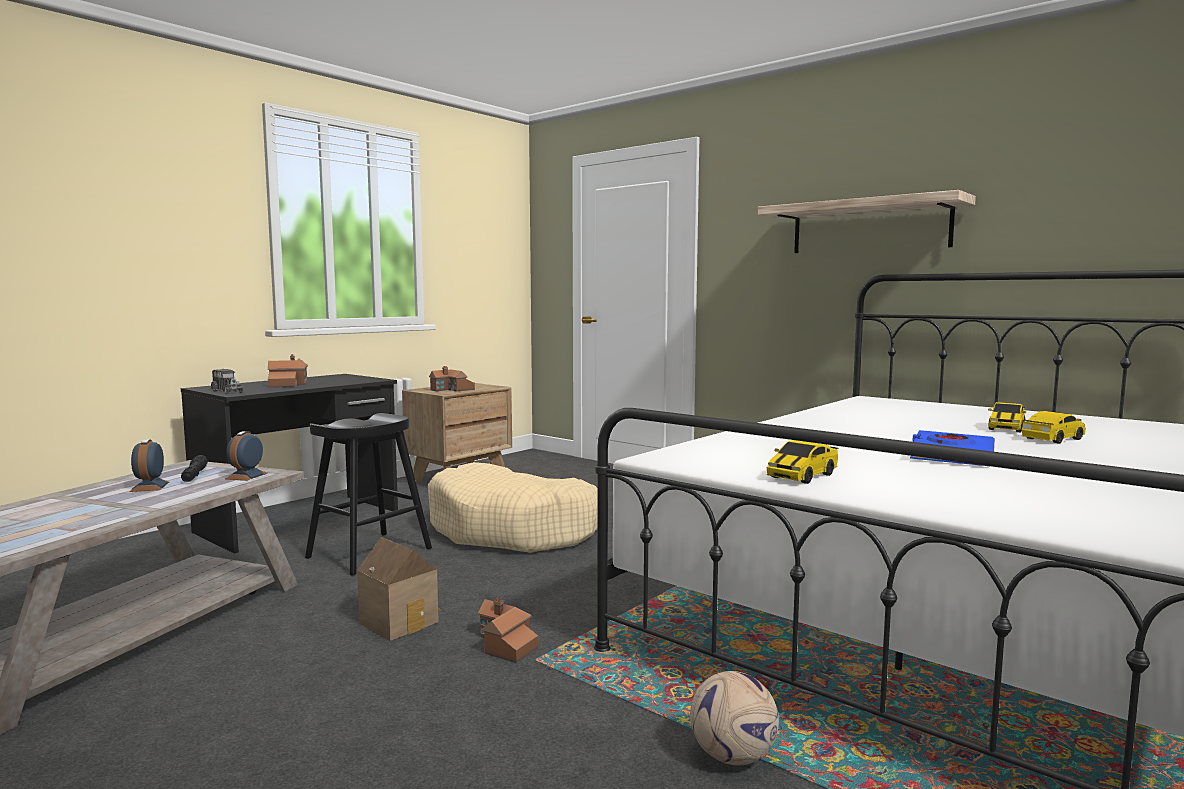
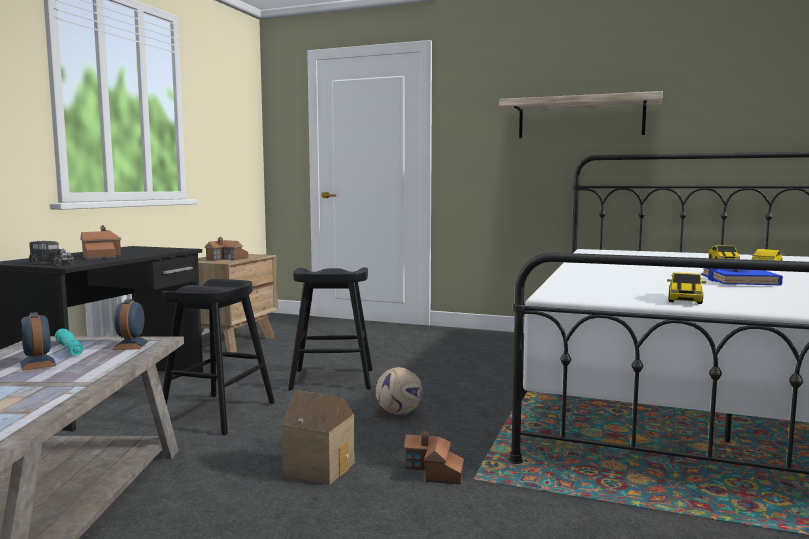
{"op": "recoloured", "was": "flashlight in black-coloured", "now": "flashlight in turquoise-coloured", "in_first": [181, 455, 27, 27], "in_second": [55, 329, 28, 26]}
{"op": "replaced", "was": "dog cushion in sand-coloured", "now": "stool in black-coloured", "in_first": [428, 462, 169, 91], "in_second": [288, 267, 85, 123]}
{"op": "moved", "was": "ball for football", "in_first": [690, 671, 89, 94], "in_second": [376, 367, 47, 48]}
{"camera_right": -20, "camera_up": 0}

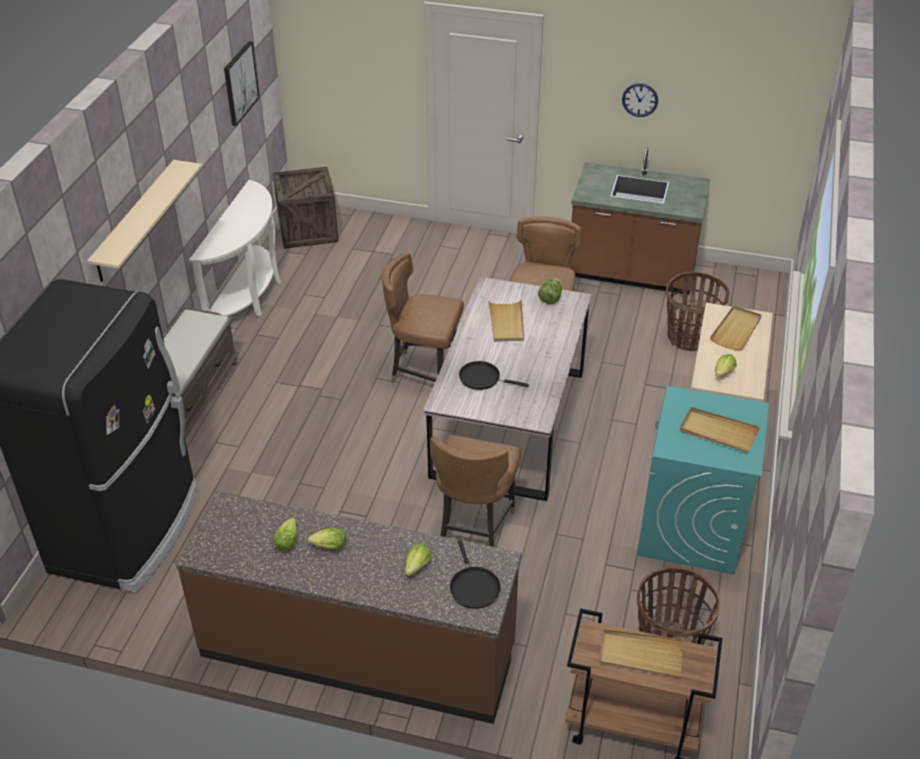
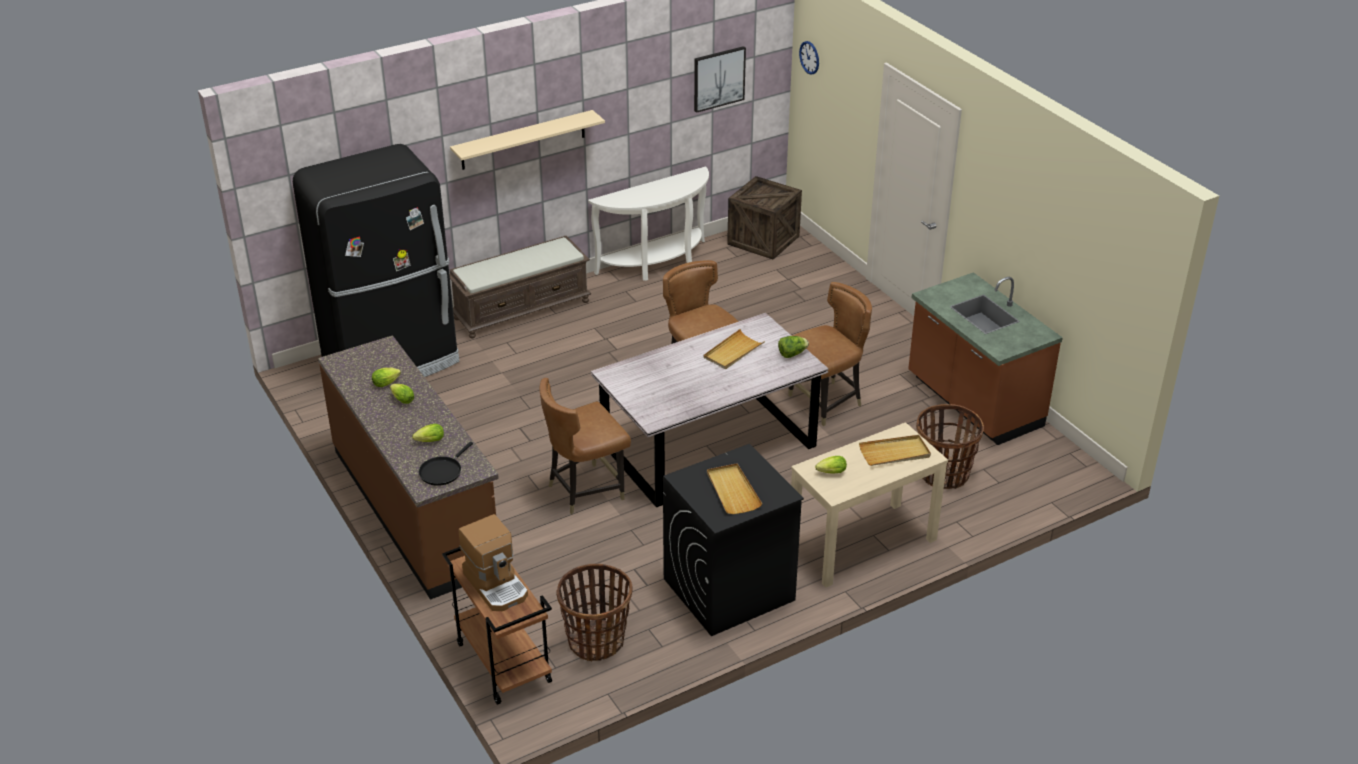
{"op": "removed", "was": "pan in black-coloured", "in_first": [459, 361, 70, 29]}
{"op": "replaced", "was": "serving tray in sand-coloured", "now": "coffee brewer", "in_first": [599, 629, 85, 48], "in_second": [459, 514, 69, 97]}
{"op": "moved", "was": "clock on the wall", "in_first": [622, 83, 36, 34], "in_second": [799, 41, 20, 34]}
{"op": "recoloured", "was": "washing machine in turquoise-coloured", "now": "washing machine in black-coloured", "in_first": [637, 386, 132, 189], "in_second": [663, 444, 141, 192]}
{"camera_right": 45, "camera_up": -5}

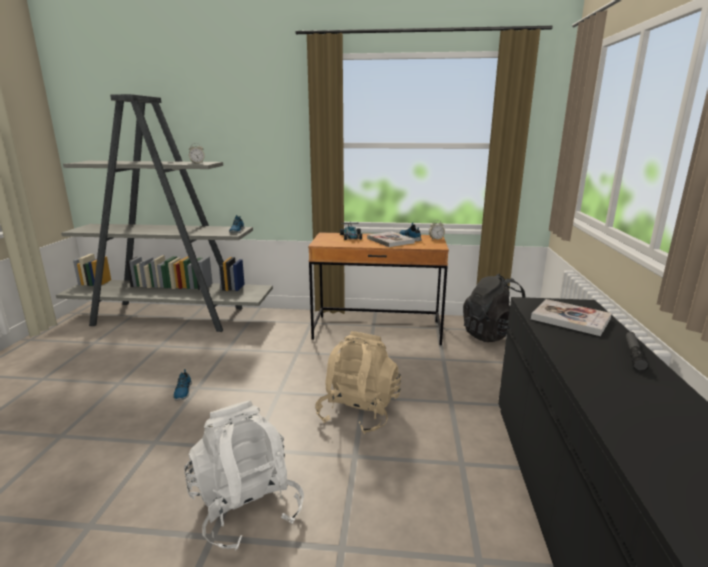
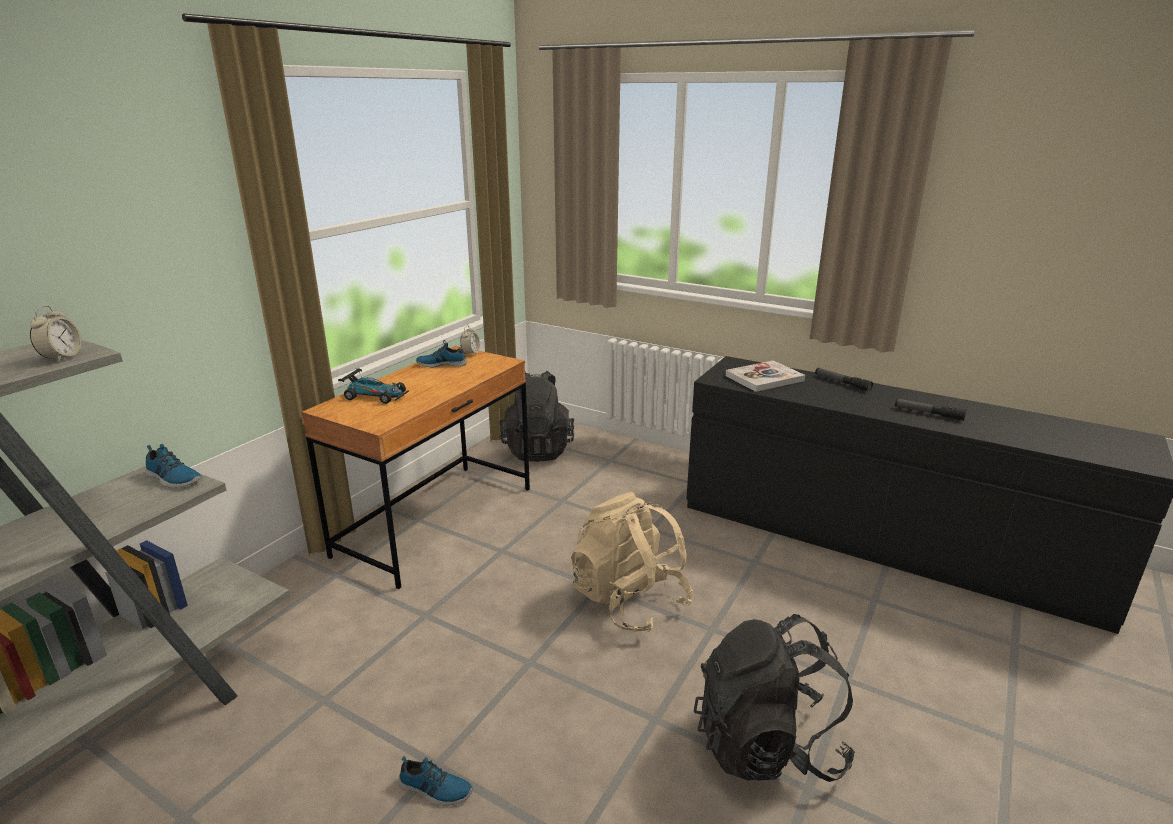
{"op": "recoloured", "was": "backpack in white-coloured", "now": "backpack in black-coloured", "in_first": [184, 400, 120, 151], "in_second": [694, 614, 161, 168]}
{"op": "removed", "was": "volume", "in_first": [367, 232, 48, 15]}
{"op": "added", "now": "flashlight", "in_second": [895, 399, 71, 22]}
{"camera_right": -65, "camera_up": 5}

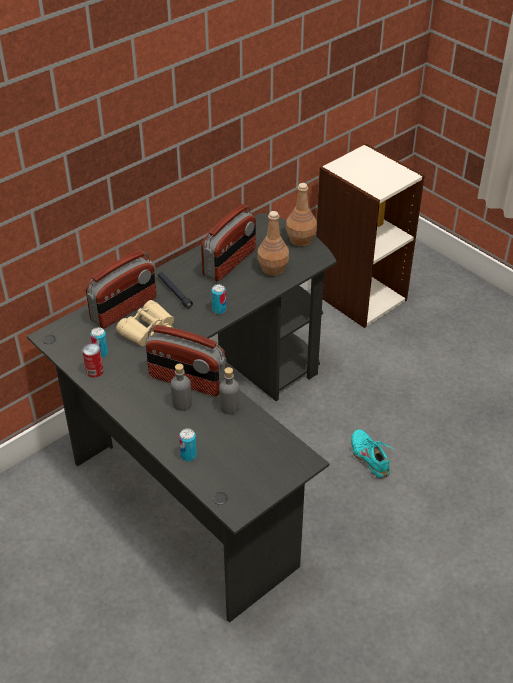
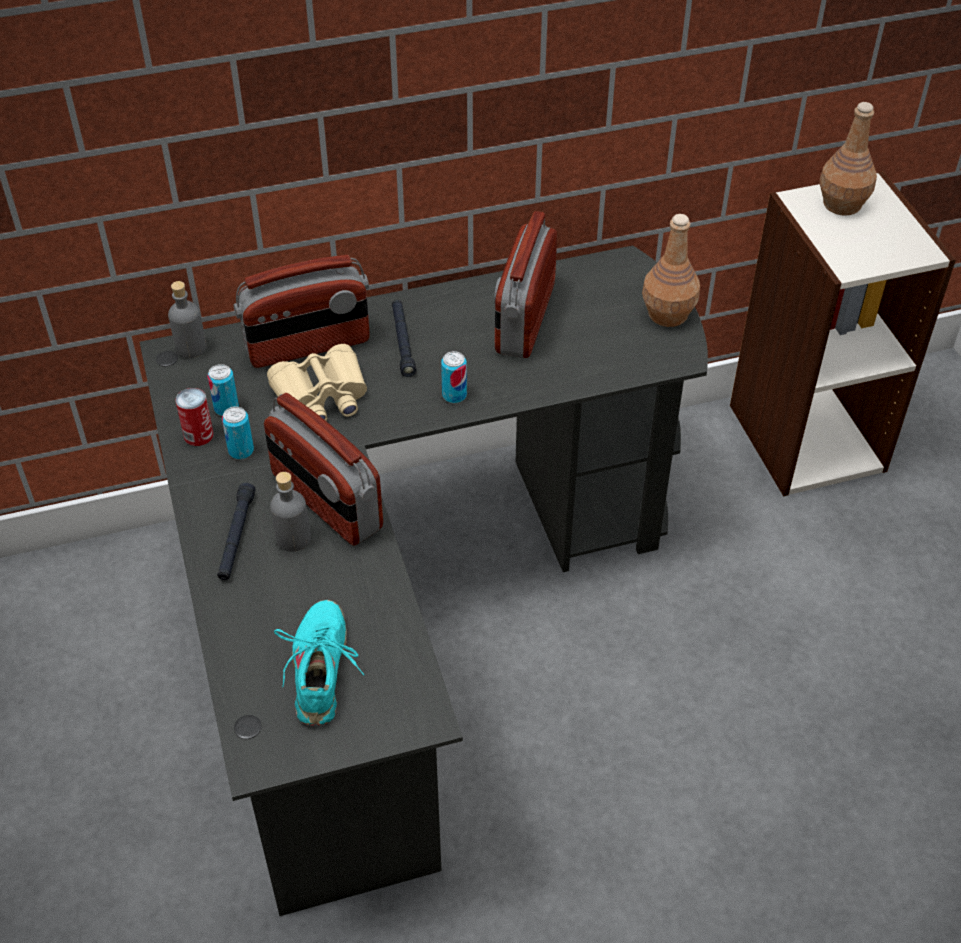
{"op": "moved", "was": "metal can", "in_first": [179, 428, 18, 33], "in_second": [222, 406, 32, 53]}
{"op": "turned", "was": "radio receiver", "in_first": [201, 204, 55, 78], "in_second": [494, 211, 63, 147], "clockwise": 135}
{"op": "moved", "was": "beverage bottle in gray", "in_first": [219, 367, 21, 48], "in_second": [168, 281, 39, 77]}
{"op": "moved", "was": "beverage bottle in brownish", "in_first": [257, 211, 32, 65], "in_second": [820, 102, 57, 114]}
{"op": "moved", "was": "item of footwear in turquoise-coloured", "in_first": [351, 429, 44, 49], "in_second": [274, 600, 90, 126]}
{"op": "added", "now": "flashlight in black-coloured", "in_second": [217, 483, 39, 97]}
{"camera_right": 25, "camera_up": 5}

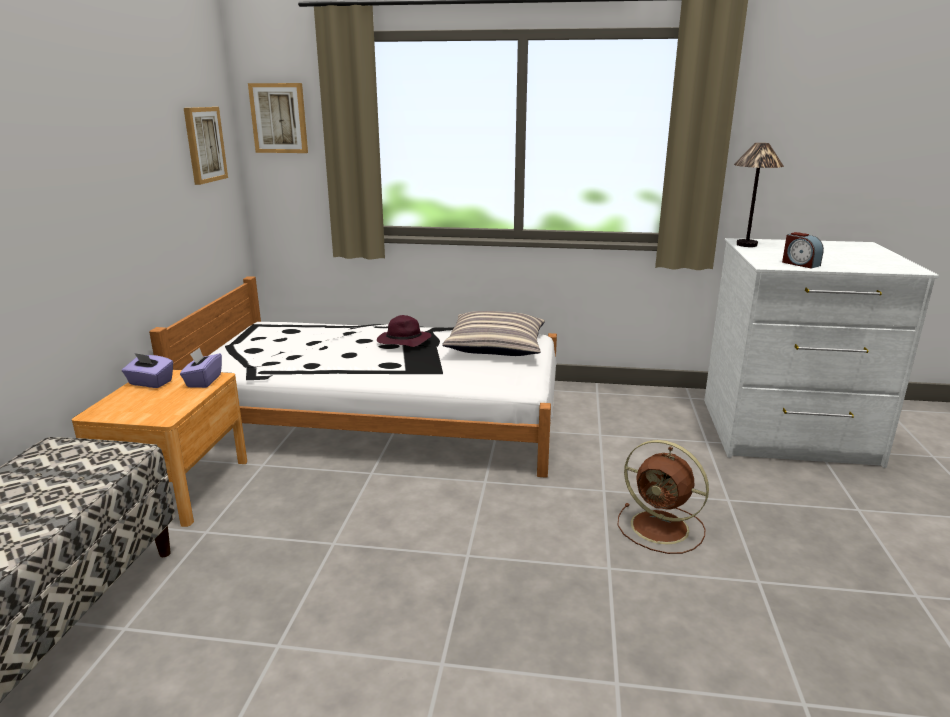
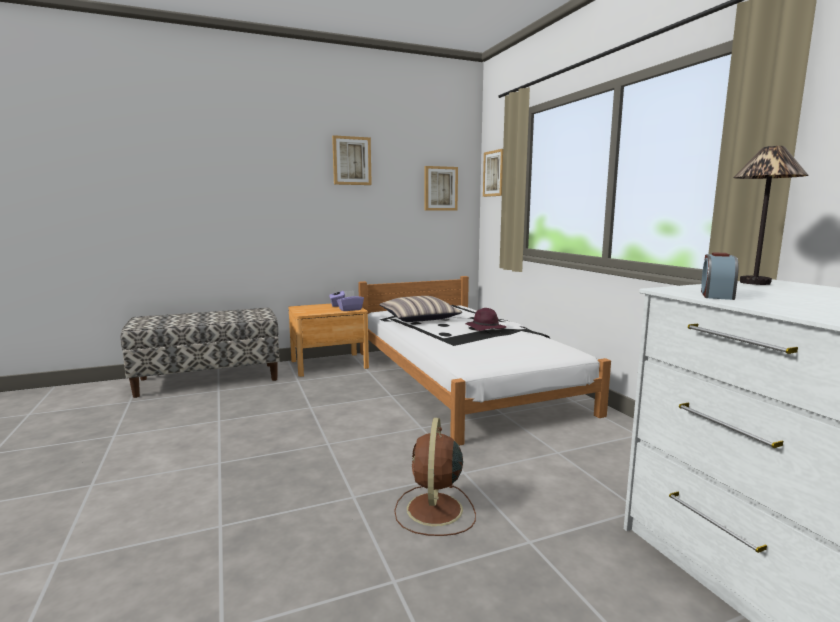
{"op": "moved", "was": "pillow", "in_first": [442, 311, 103, 45], "in_second": [379, 296, 83, 26]}
{"op": "added", "now": "picture", "in_second": [332, 135, 40, 50]}
{"camera_right": 60, "camera_up": -10}

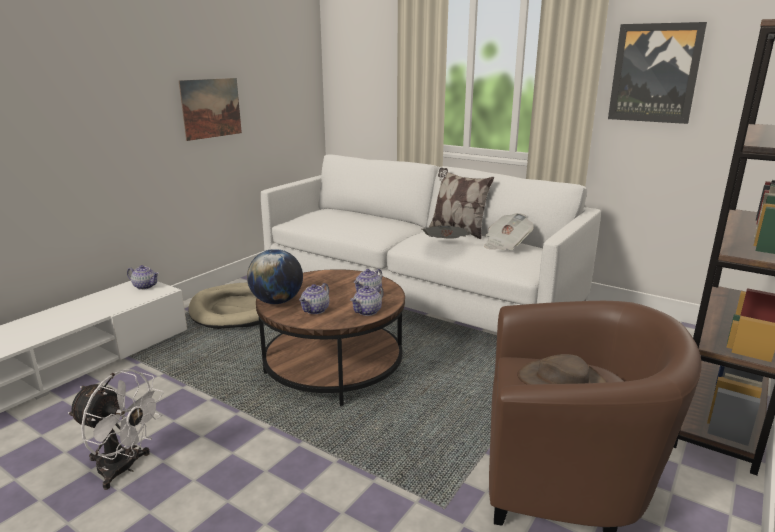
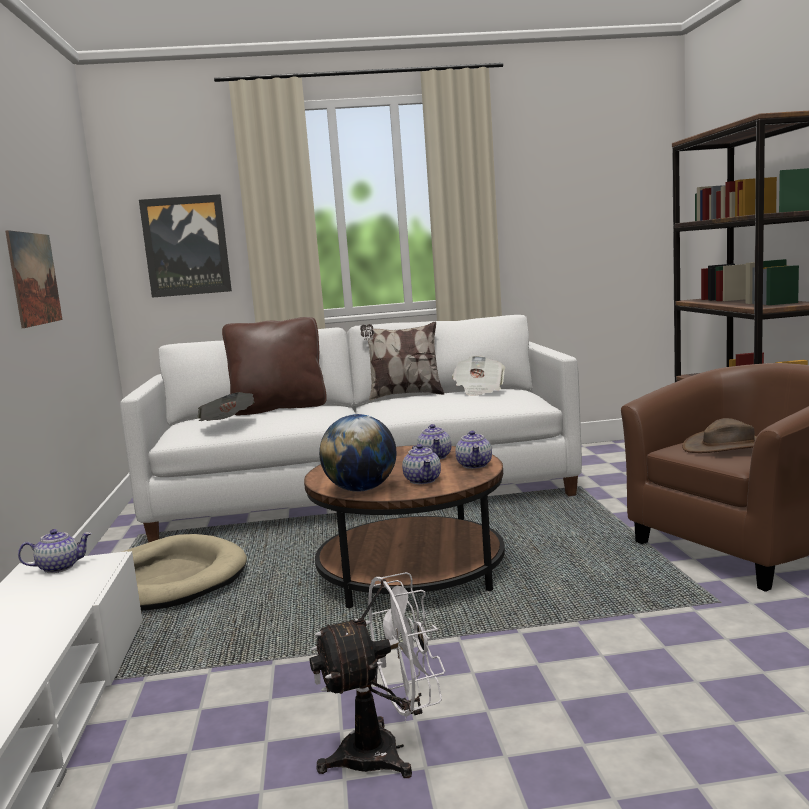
{"op": "moved", "was": "newspaper", "in_first": [422, 226, 47, 12], "in_second": [198, 392, 57, 29]}
{"op": "moved", "was": "picture", "in_first": [608, 22, 99, 102], "in_second": [139, 194, 93, 104]}
{"op": "added", "now": "pillow in brownish", "in_second": [222, 317, 105, 99]}
{"camera_right": -40, "camera_up": -10}

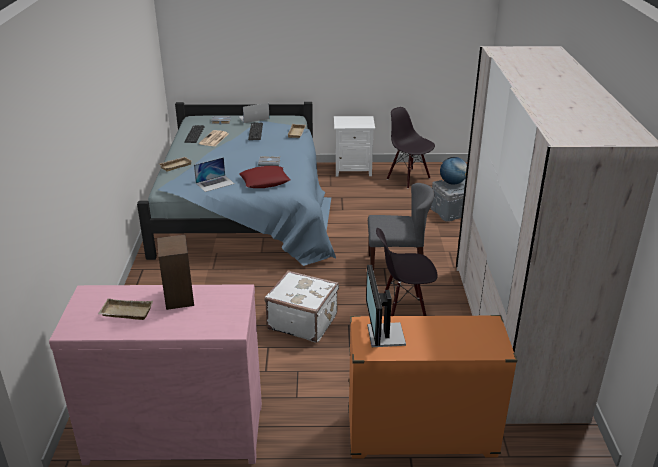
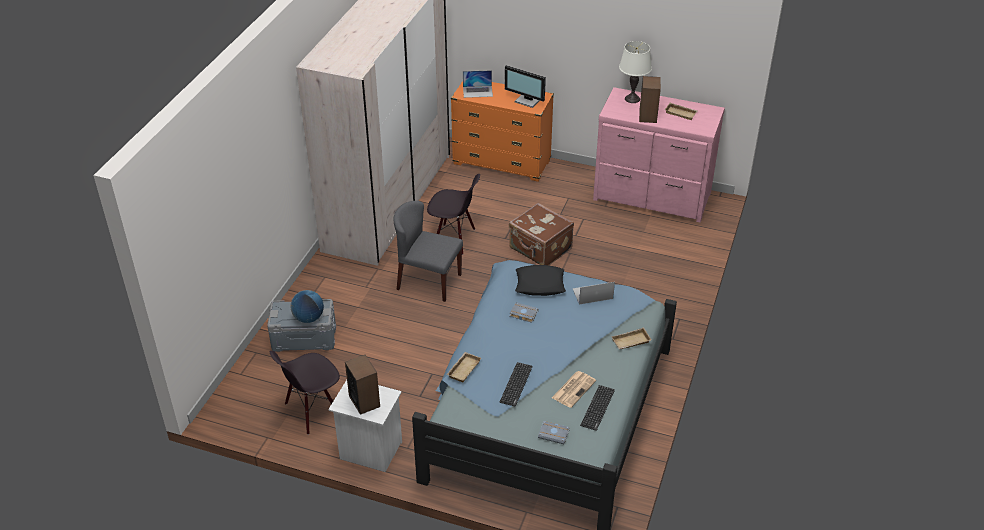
{"op": "moved", "was": "portable computer", "in_first": [239, 103, 30, 20], "in_second": [463, 70, 30, 28]}
{"op": "recoloured", "was": "pillow in reddish", "now": "pillow in black-coloured", "in_first": [239, 166, 52, 22], "in_second": [515, 265, 51, 31]}
{"op": "recoloured", "was": "travel case in white-coloured", "now": "travel case in brownish", "in_first": [265, 270, 74, 73], "in_second": [509, 203, 65, 62]}
{"op": "turned", "was": "monitor", "in_first": [366, 265, 40, 82], "in_second": [505, 65, 41, 43], "clockwise": 105}
{"op": "turned", "was": "upright chair in black-coloured", "in_first": [387, 107, 48, 82], "in_second": [270, 351, 70, 84], "clockwise": 75}
{"op": "added", "now": "speaker", "in_second": [345, 355, 35, 60]}
{"op": "added", "now": "tabletop lamp in white-coloured", "in_second": [619, 41, 33, 62]}
{"camera_right": -160, "camera_up": 10}

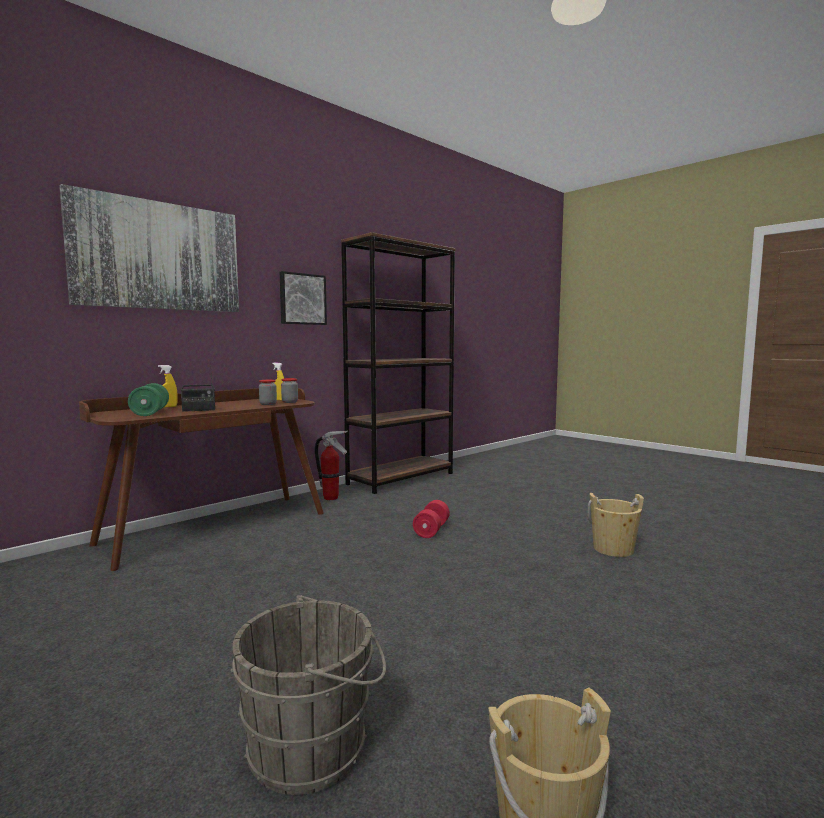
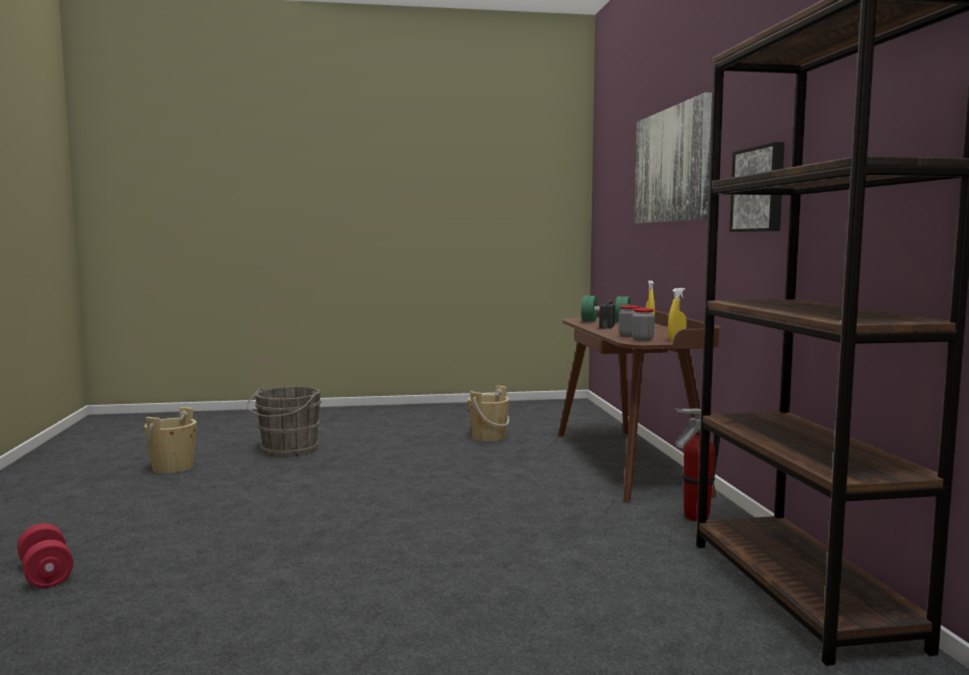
{"op": "moved", "was": "free weight in reddish", "in_first": [413, 500, 37, 38], "in_second": [17, 523, 56, 65]}
{"op": "moved", "was": "water bucket in sand-coloured", "in_first": [588, 493, 56, 64], "in_second": [468, 385, 42, 57]}
{"camera_right": 125, "camera_up": 0}

